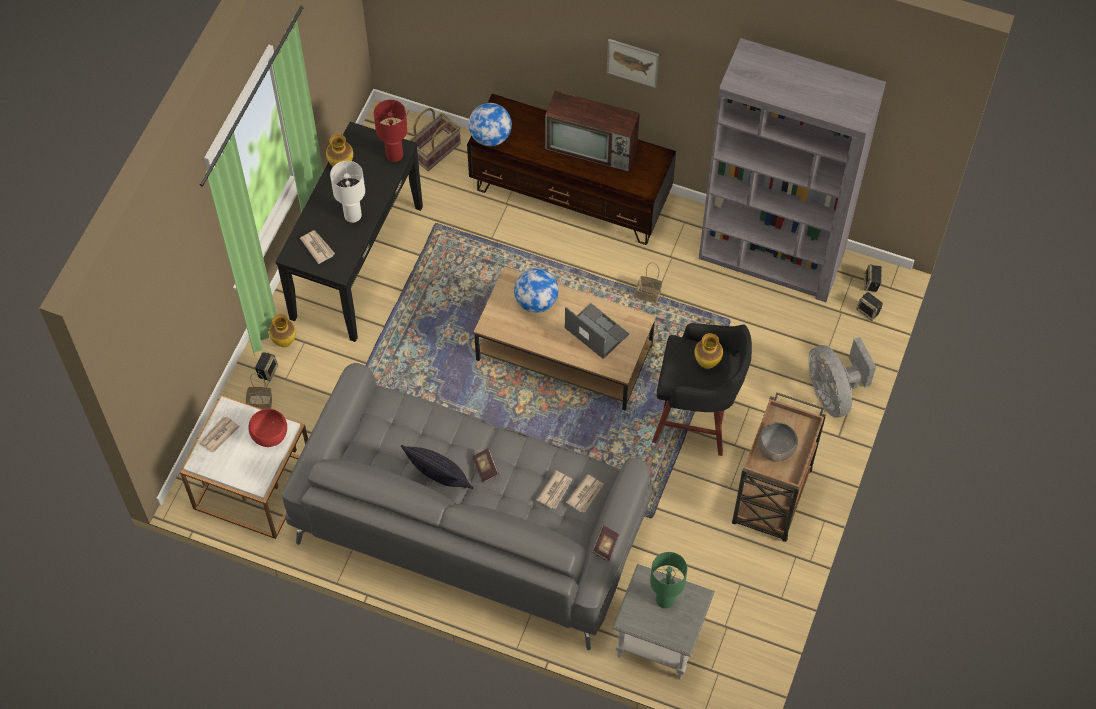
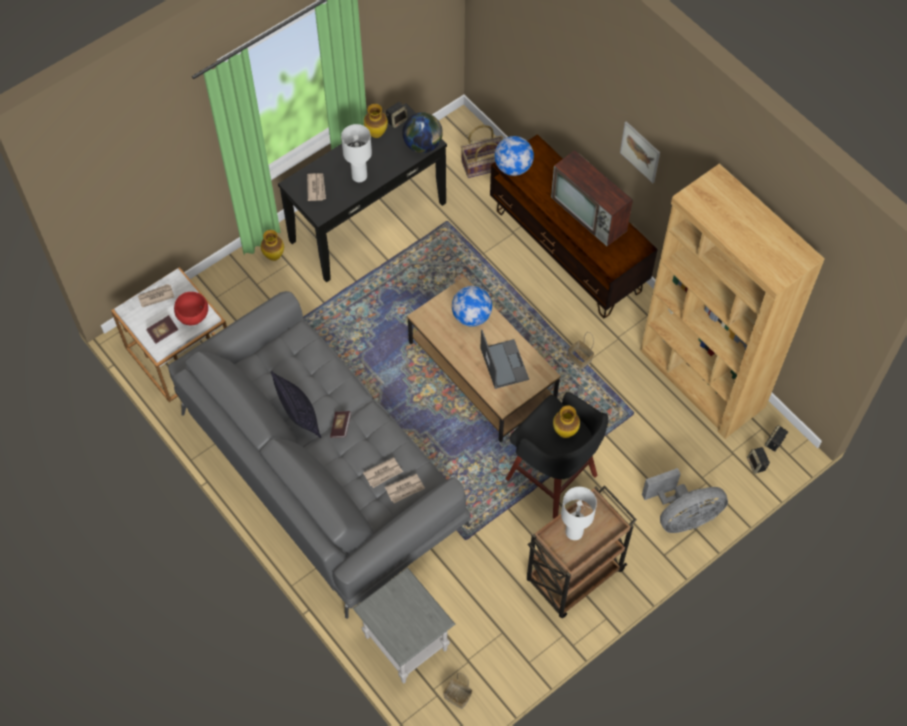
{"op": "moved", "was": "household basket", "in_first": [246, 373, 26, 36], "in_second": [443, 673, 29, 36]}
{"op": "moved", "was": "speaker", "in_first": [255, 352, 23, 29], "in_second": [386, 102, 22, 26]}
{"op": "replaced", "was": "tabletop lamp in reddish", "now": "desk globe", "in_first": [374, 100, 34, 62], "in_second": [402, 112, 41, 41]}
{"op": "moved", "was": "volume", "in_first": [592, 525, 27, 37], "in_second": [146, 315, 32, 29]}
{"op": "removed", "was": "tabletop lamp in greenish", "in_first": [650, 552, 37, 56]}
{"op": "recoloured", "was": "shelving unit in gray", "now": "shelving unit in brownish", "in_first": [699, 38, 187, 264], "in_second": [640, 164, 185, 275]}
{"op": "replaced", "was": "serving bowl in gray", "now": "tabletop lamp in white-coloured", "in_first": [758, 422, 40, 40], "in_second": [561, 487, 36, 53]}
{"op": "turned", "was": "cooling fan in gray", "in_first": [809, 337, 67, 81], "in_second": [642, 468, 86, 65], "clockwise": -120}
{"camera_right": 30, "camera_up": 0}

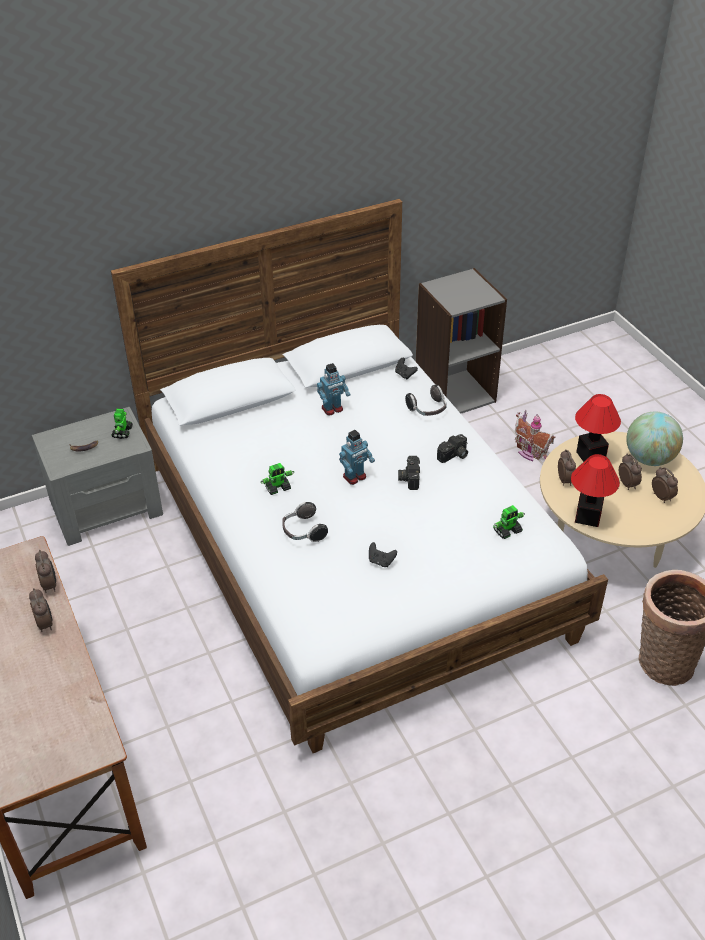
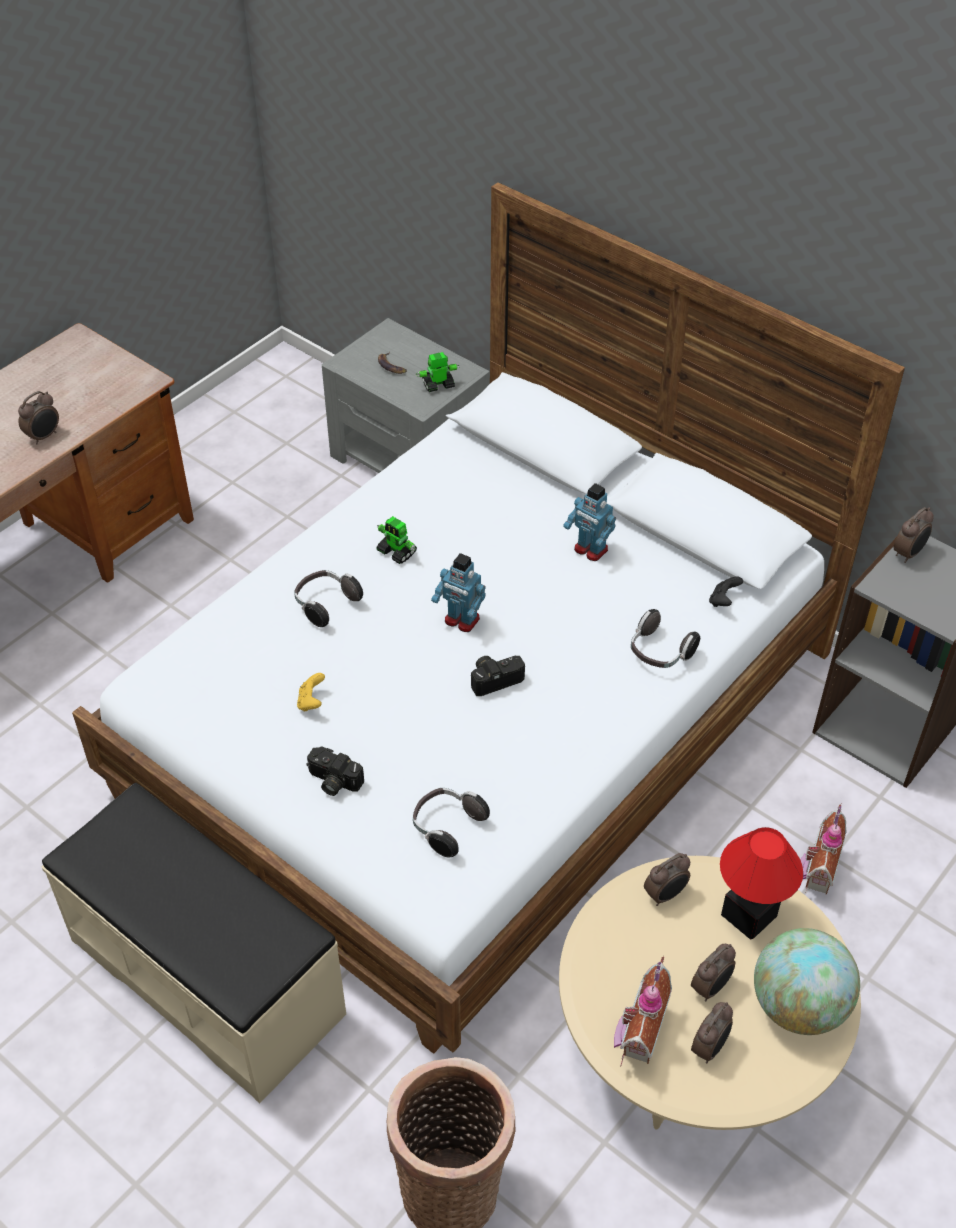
{"op": "moved", "was": "alarm clock", "in_first": [35, 550, 21, 43], "in_second": [894, 507, 40, 56]}
{"op": "recoloured", "was": "gamepad in black-coloured", "now": "gamepad in yellowish", "in_first": [369, 542, 28, 25], "in_second": [297, 673, 28, 39]}
{"op": "moved", "was": "photo camera", "in_first": [437, 434, 31, 29], "in_second": [307, 747, 57, 49]}
{"op": "replaced", "was": "robot figure", "now": "headphones", "in_first": [493, 505, 32, 34], "in_second": [413, 788, 77, 69]}
{"op": "removed", "was": "tabletop lamp", "in_first": [571, 454, 49, 73]}
{"op": "added", "now": "bench in sand-coloured", "in_second": [42, 783, 304, 320]}
{"op": "added", "now": "model house", "in_second": [614, 955, 58, 111]}
{"camera_right": 65, "camera_up": 5}

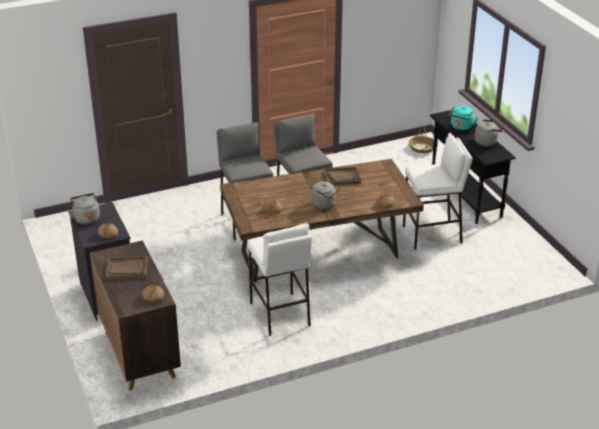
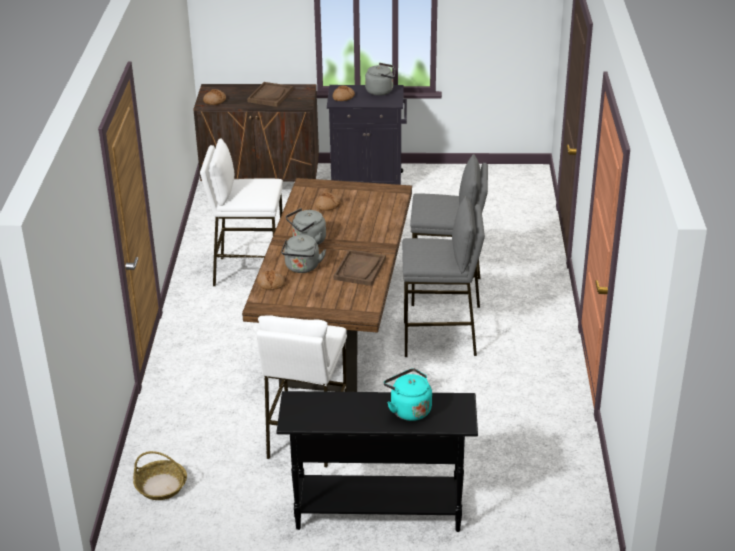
{"op": "moved", "was": "household basket", "in_first": [408, 125, 26, 29], "in_second": [133, 451, 54, 49]}
{"op": "moved", "was": "kettle in gray", "in_first": [474, 119, 29, 27], "in_second": [281, 235, 45, 38]}
{"camera_right": 115, "camera_up": 0}

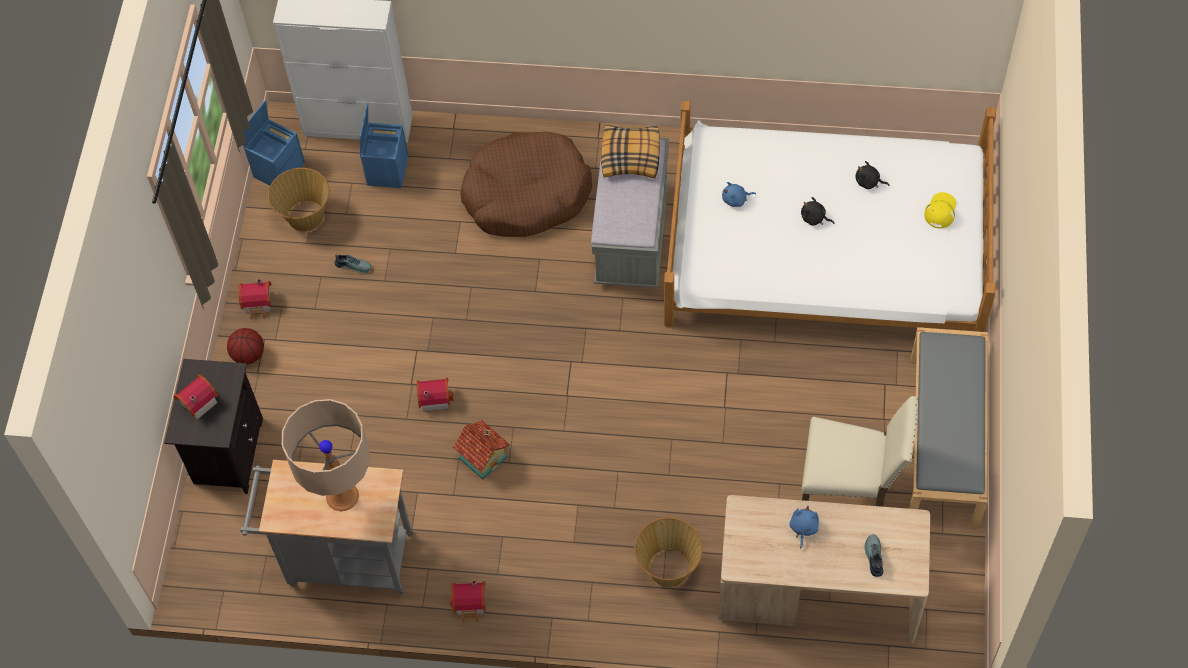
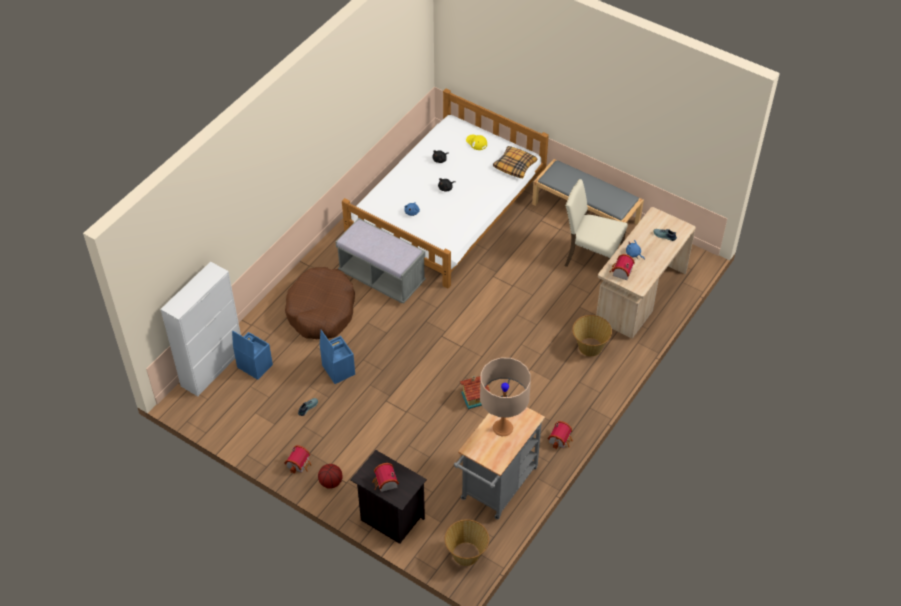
{"op": "moved", "was": "storage box in bluish", "in_first": [243, 100, 62, 86], "in_second": [320, 330, 35, 54]}
{"op": "moved", "was": "household basket", "in_first": [268, 168, 61, 64], "in_second": [445, 519, 44, 47]}
{"op": "moved", "was": "model house", "in_first": [417, 378, 36, 34], "in_second": [610, 254, 25, 26]}
{"op": "moved", "was": "pillow", "in_first": [601, 125, 59, 53], "in_second": [493, 146, 44, 32]}
{"op": "turned", "was": "upright chair in sand-coloured", "in_first": [802, 396, 116, 111], "in_second": [565, 179, 63, 88], "clockwise": -105}
{"camera_right": -65, "camera_up": -10}

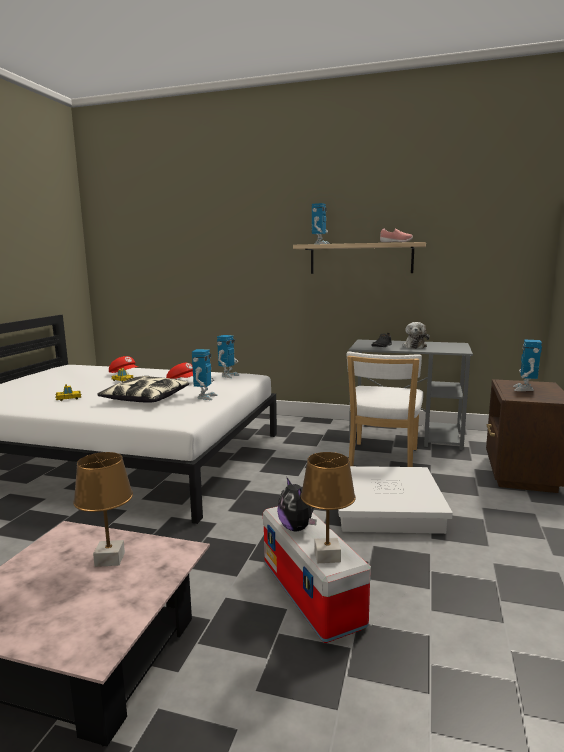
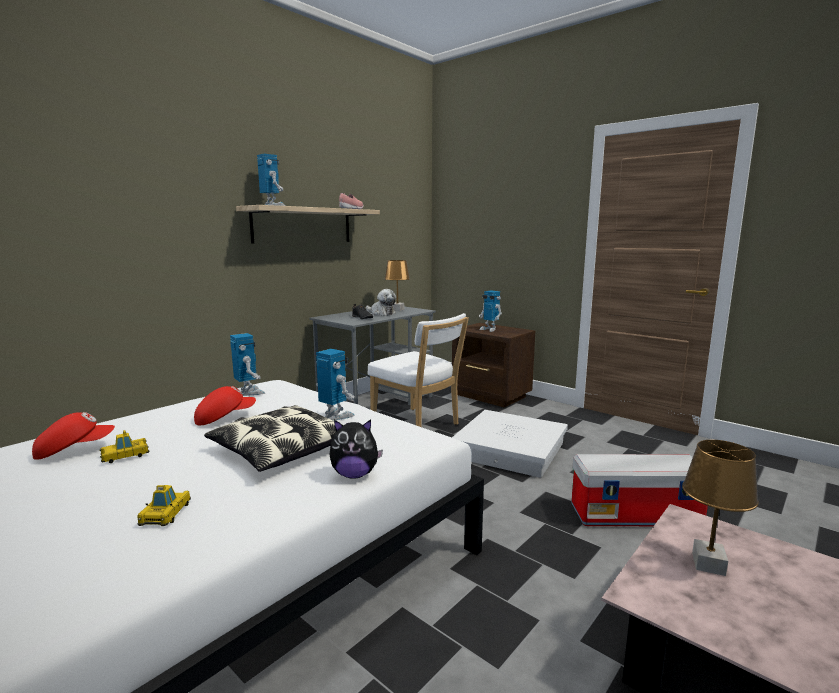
{"op": "moved", "was": "soft toy", "in_first": [277, 478, 39, 54], "in_second": [329, 420, 54, 59]}
{"op": "moved", "was": "tabletop lamp in brownish", "in_first": [301, 452, 55, 111], "in_second": [385, 260, 25, 51]}
{"camera_right": -65, "camera_up": 0}

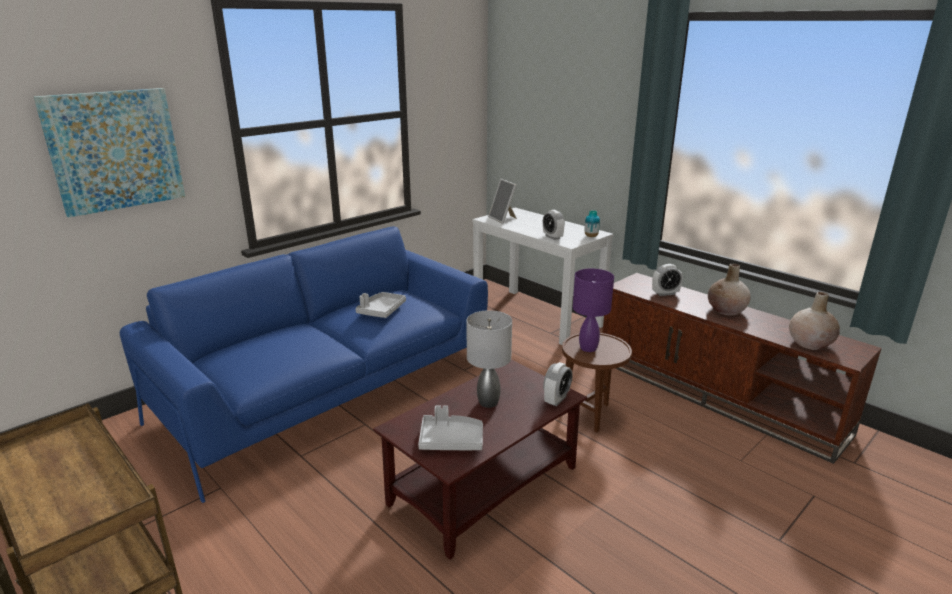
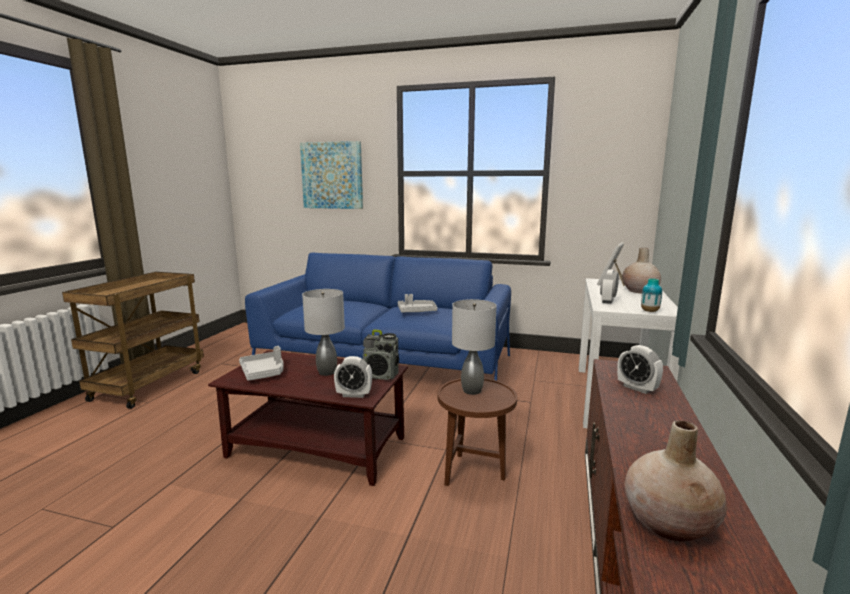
{"op": "recoloured", "was": "tabletop lamp in purplish", "now": "tabletop lamp in gray", "in_first": [573, 269, 41, 83], "in_second": [452, 299, 45, 96]}
{"op": "moved", "was": "flower vase in sand-coloured", "in_first": [708, 264, 43, 52], "in_second": [622, 247, 39, 46]}
{"op": "added", "now": "radio receiver", "in_second": [363, 329, 36, 51]}
{"camera_right": 60, "camera_up": -10}

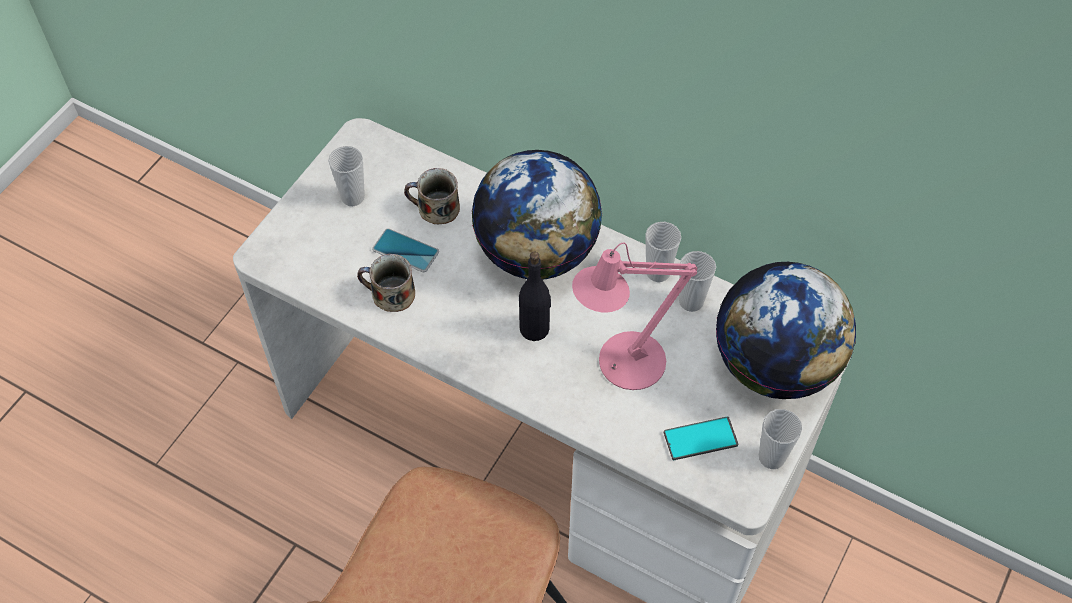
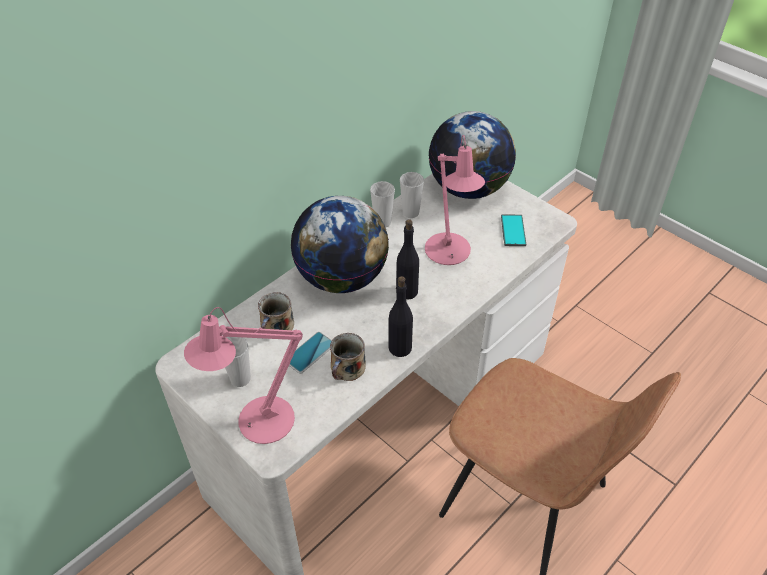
{"op": "removed", "was": "drinking cup", "in_first": [759, 409, 43, 60]}
{"op": "added", "now": "tabletop lamp in pinkish", "in_second": [184, 307, 119, 137]}
{"op": "added", "now": "beverage bottle in black-coloured", "in_second": [389, 276, 24, 81]}
{"camera_right": -75, "camera_up": -10}

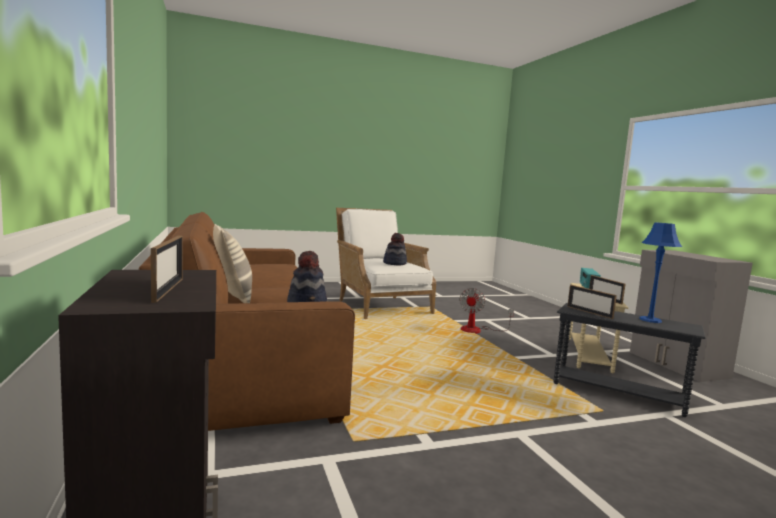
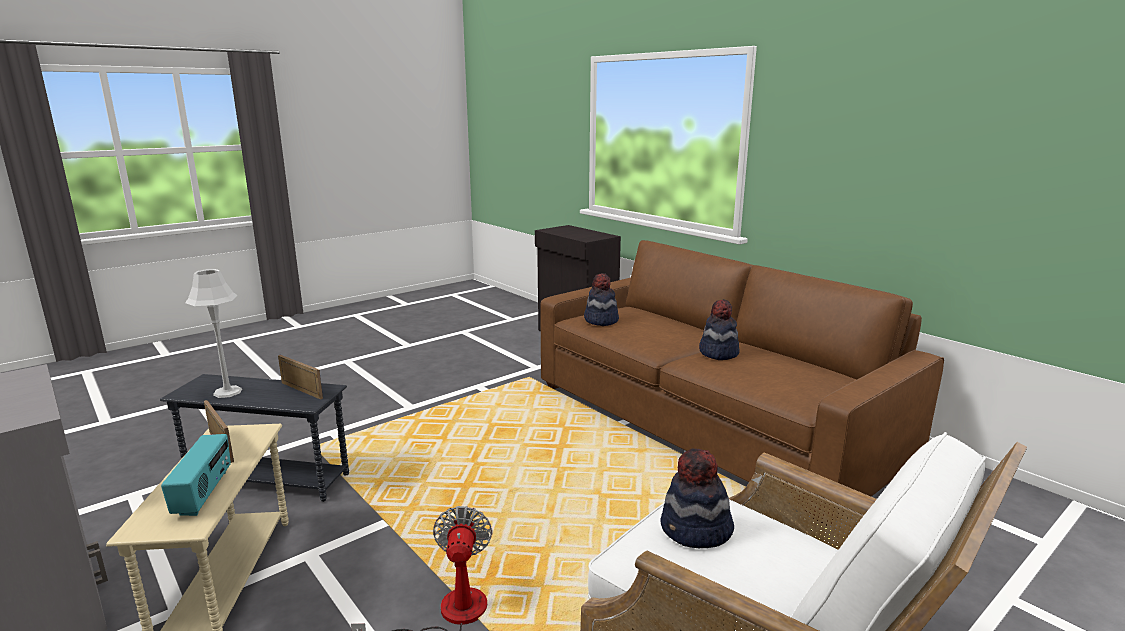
{"op": "removed", "was": "picture frame", "in_first": [151, 236, 32, 67]}
{"op": "removed", "was": "pillow", "in_first": [213, 224, 39, 79]}
{"op": "recoloured", "was": "tabletop lamp in bluish", "now": "tabletop lamp in gray", "in_first": [639, 223, 43, 100], "in_second": [185, 269, 57, 129]}
{"op": "added", "now": "wearable hat", "in_second": [699, 299, 41, 61]}
{"camera_right": 160, "camera_up": 10}

